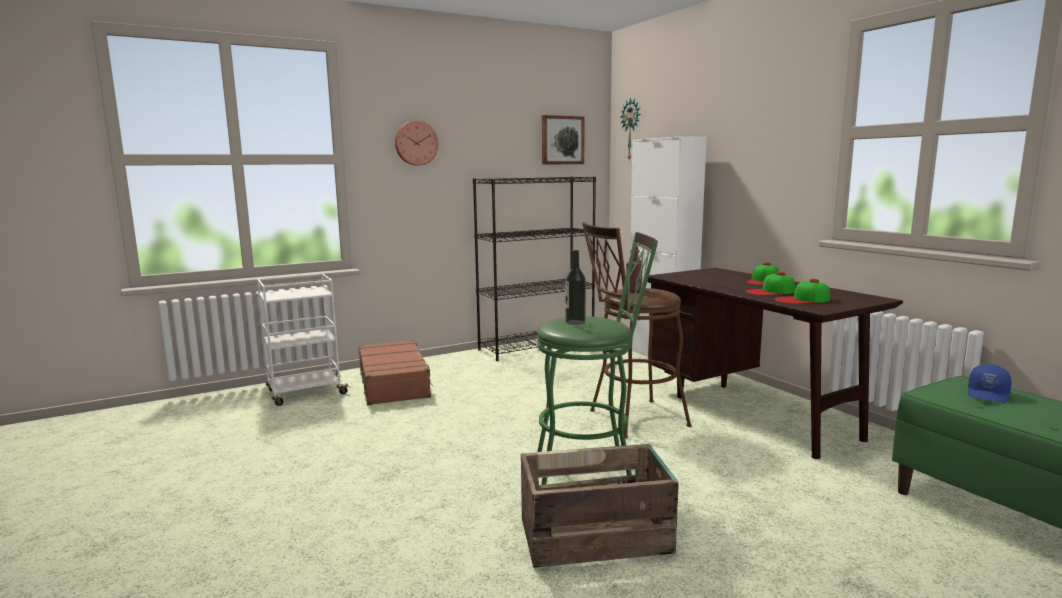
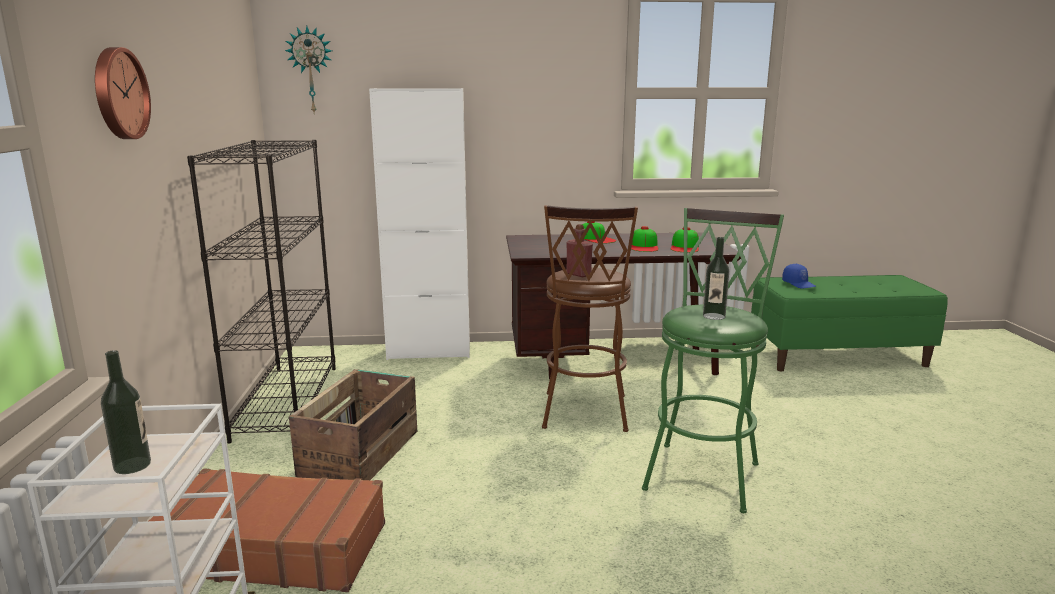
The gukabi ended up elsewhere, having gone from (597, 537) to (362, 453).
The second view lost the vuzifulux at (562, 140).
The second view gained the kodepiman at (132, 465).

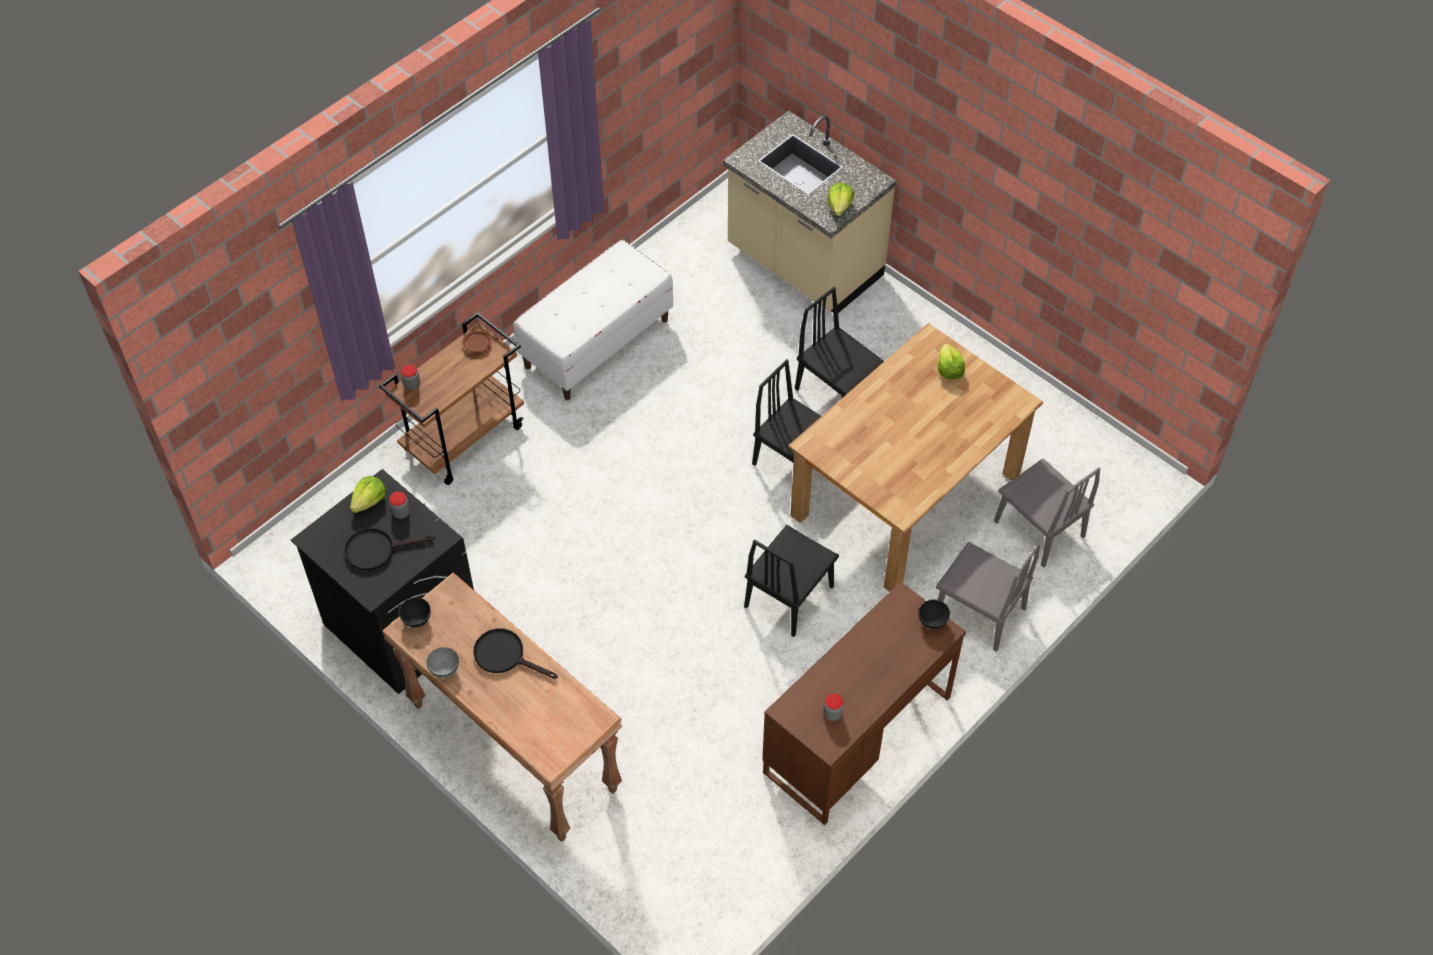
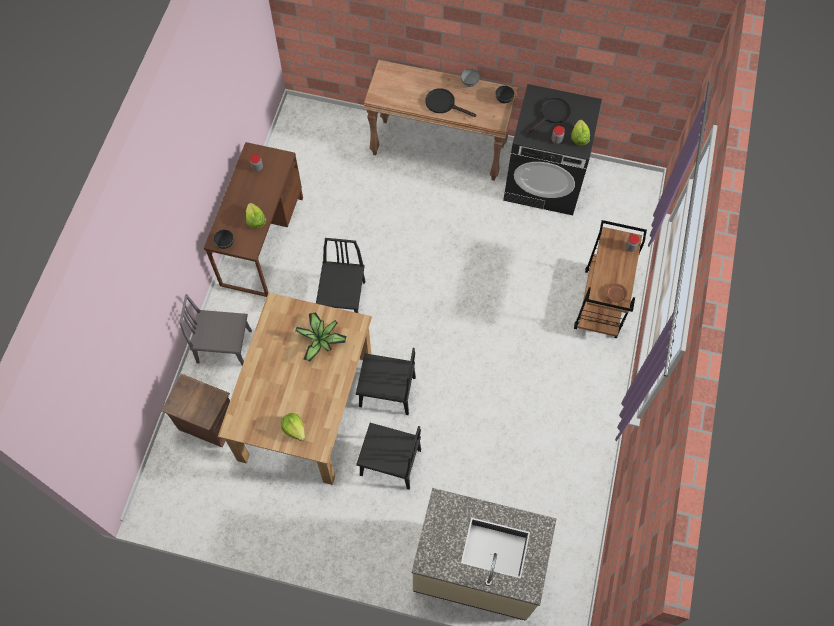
The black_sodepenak at (506, 656) ended up facing another way, 150 degrees counterclockwise from before.
The second view lost the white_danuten at (596, 343).
The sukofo ended up elsewhere, having gone from (839, 206) to (255, 220).
Where the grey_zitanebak stood at (1039, 529), the gukabi came to stand at (209, 424).
The second view gained the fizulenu at (321, 340).

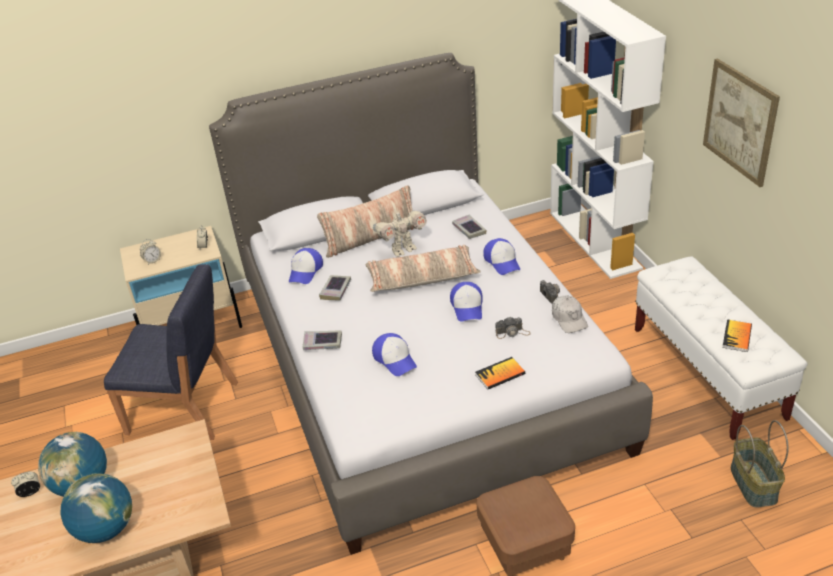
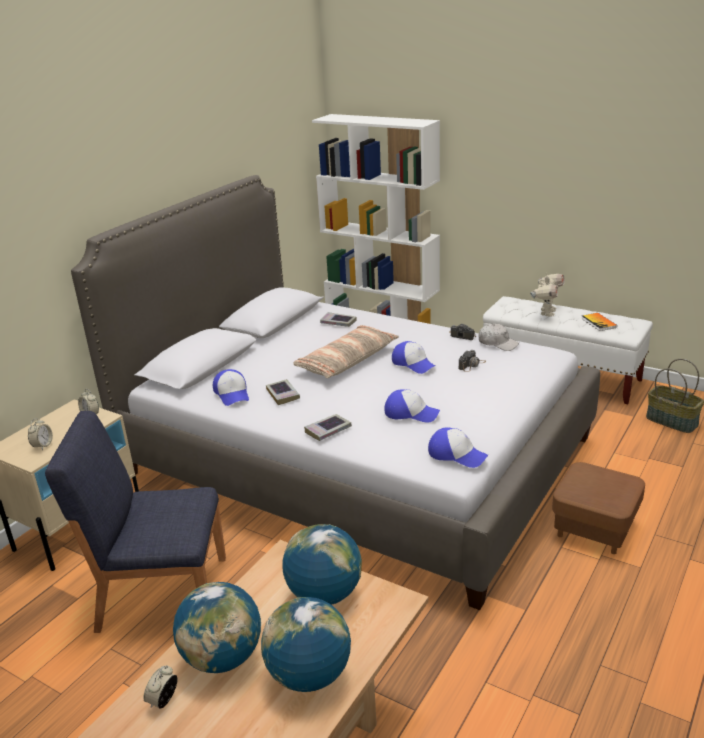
The blue_zitanebak at (184, 408) ended up facing another way, 150 degrees counterclockwise from before.
The second view lost the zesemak at (371, 238).
The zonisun ended up elsewhere, having gone from (402, 250) to (546, 312).
The second view lost the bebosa at (500, 374).
The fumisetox ended up elsewhere, having gone from (502, 261) to (457, 454).
The second view lost the vuzifulux at (740, 122).
The second view gained the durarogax at (324, 594).

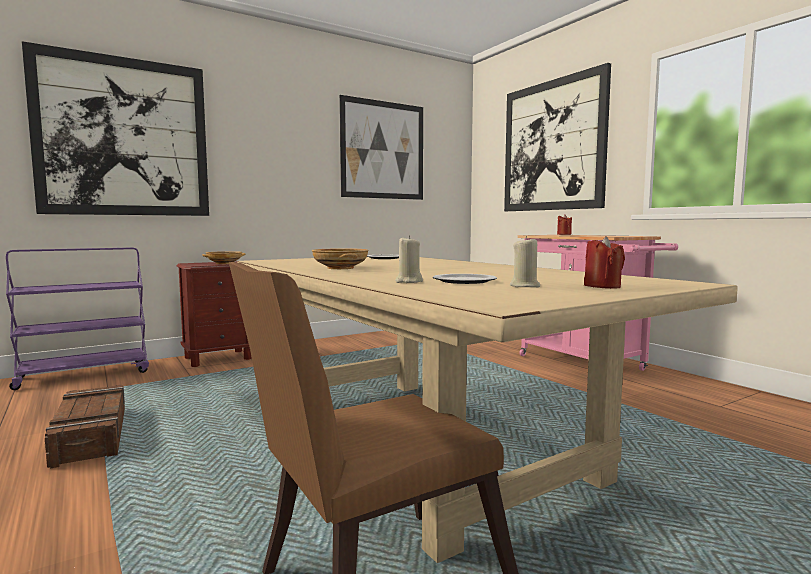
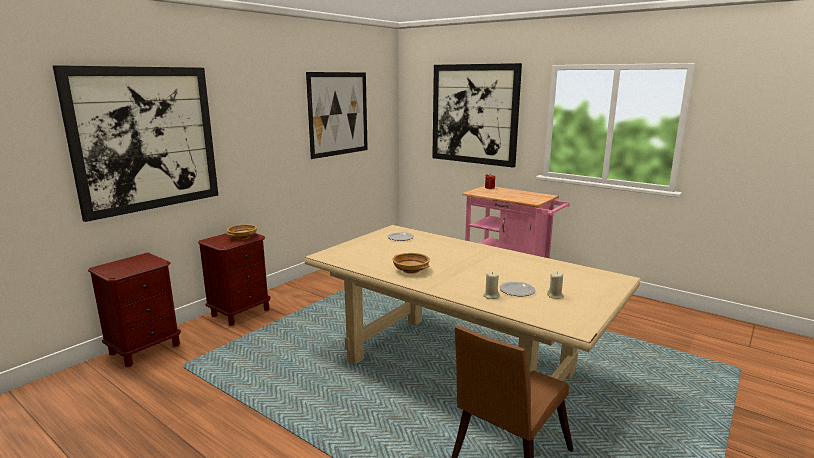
Where the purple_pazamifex stood at (85, 374), the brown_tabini came to stand at (145, 349).
The second view lost the gukabi at (90, 435).
The second view lost the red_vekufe at (602, 286).

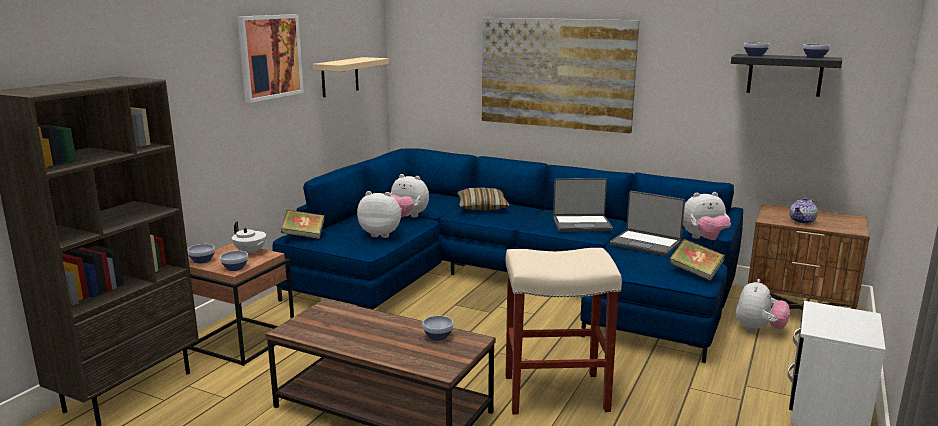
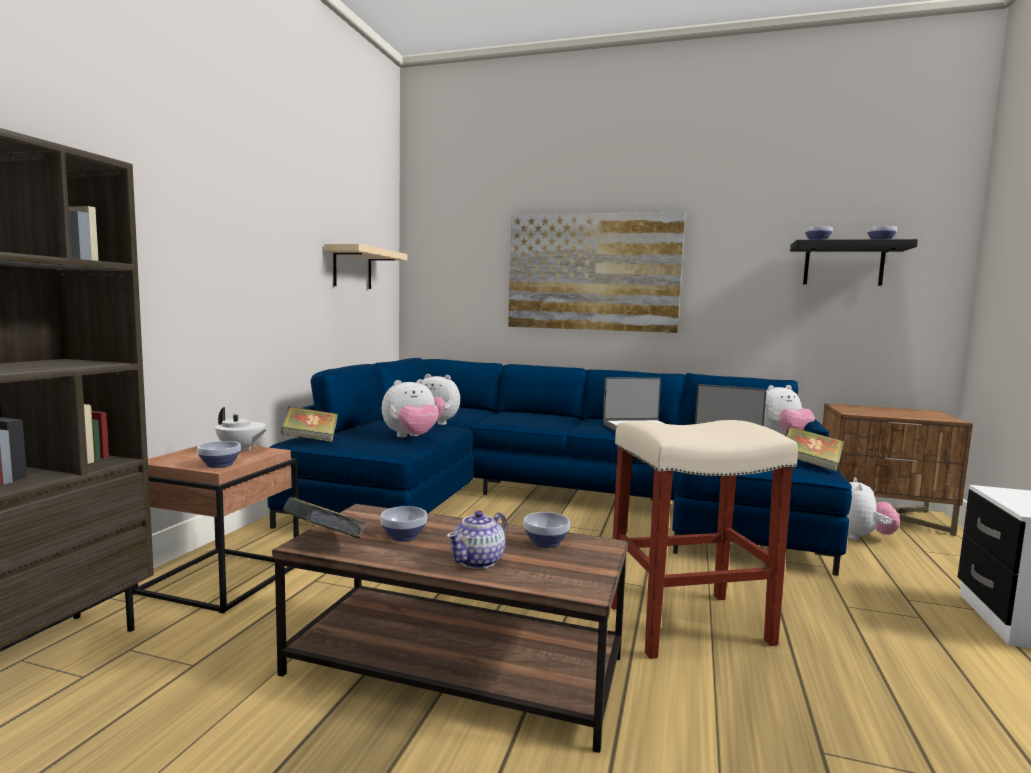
The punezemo ended up elsewhere, having gone from (201, 261) to (403, 537).
The second view lost the vuzifulux at (270, 56).
The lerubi at (381, 234) ended up facing another way, 150 degrees clockwise from before.
The second view lost the zesemak at (482, 207).
The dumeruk ended up elsewhere, having gone from (802, 221) to (478, 561).
The second view gained the bebosa at (324, 543).

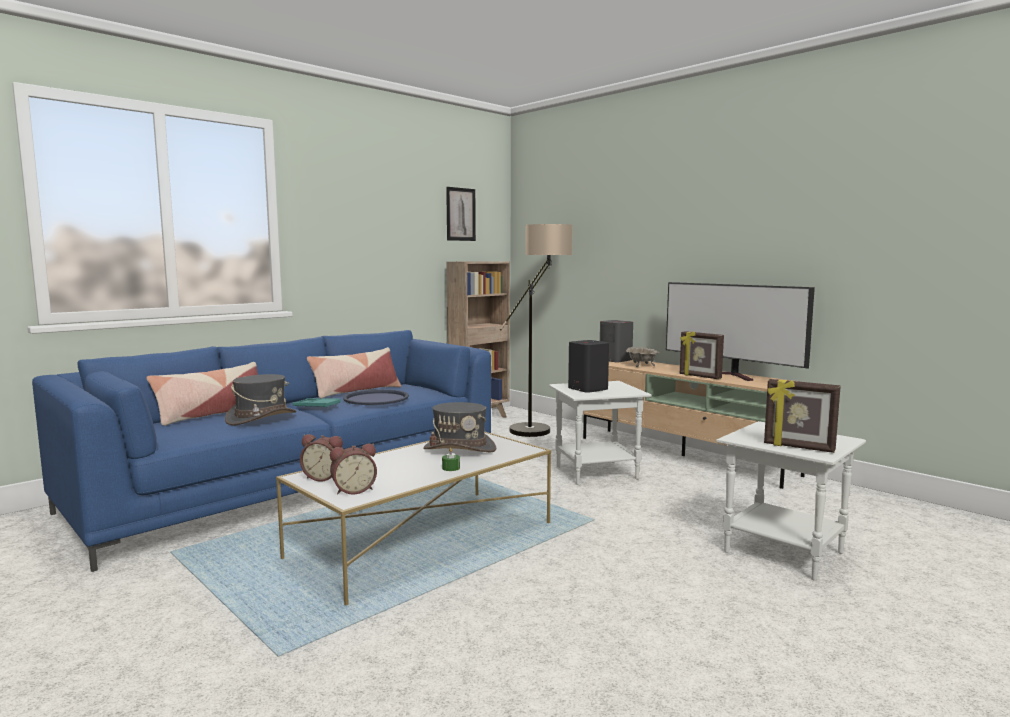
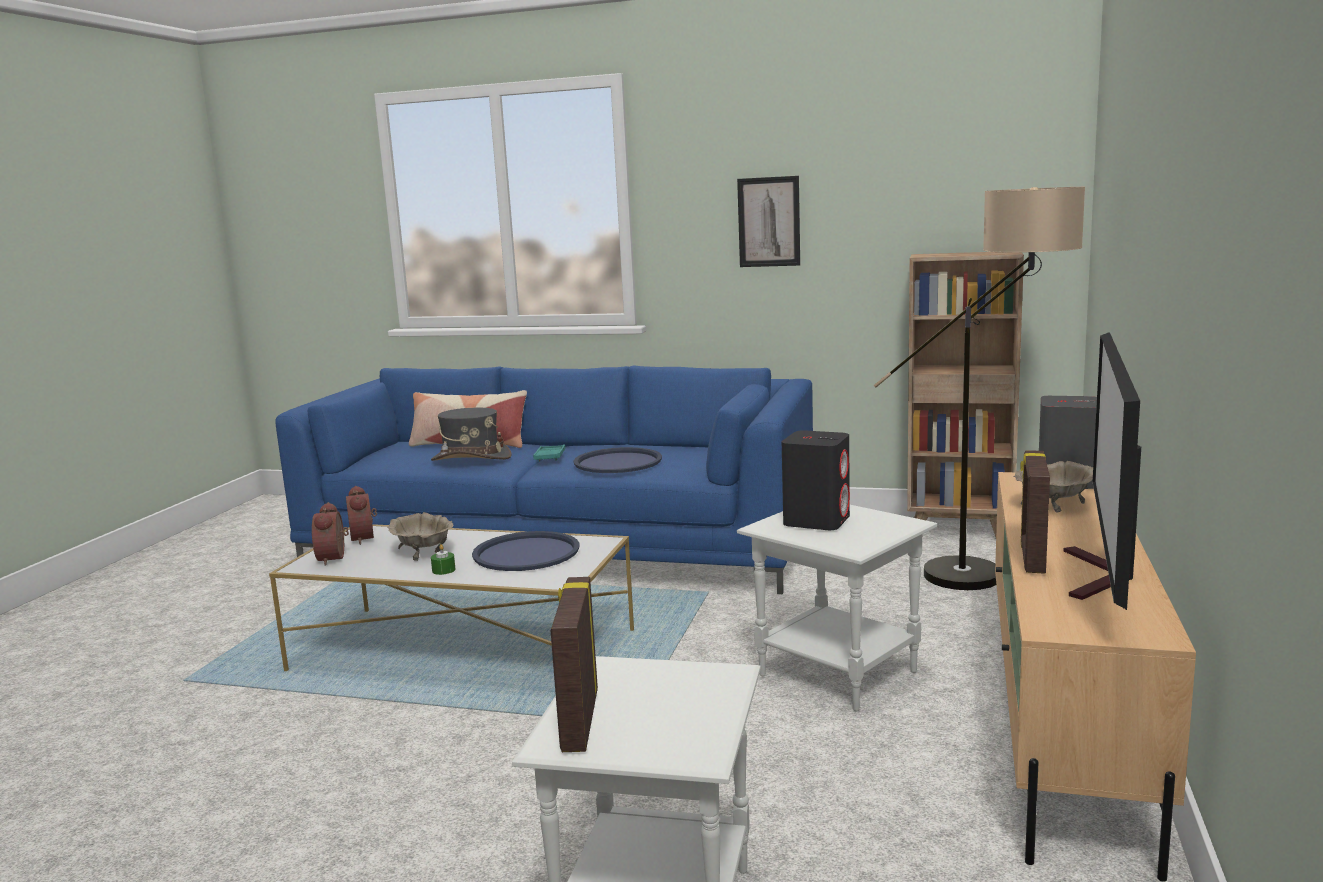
The second view lost the zesemak at (356, 391).
The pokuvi at (353, 490) ended up facing another way, 45 degrees clockwise from before.
Where the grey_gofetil stood at (460, 449), the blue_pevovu came to stand at (526, 553).
The vuzifulux ended up elsewhere, having gone from (460, 214) to (769, 222).
The second view gained the beige_punezemo at (424, 552).

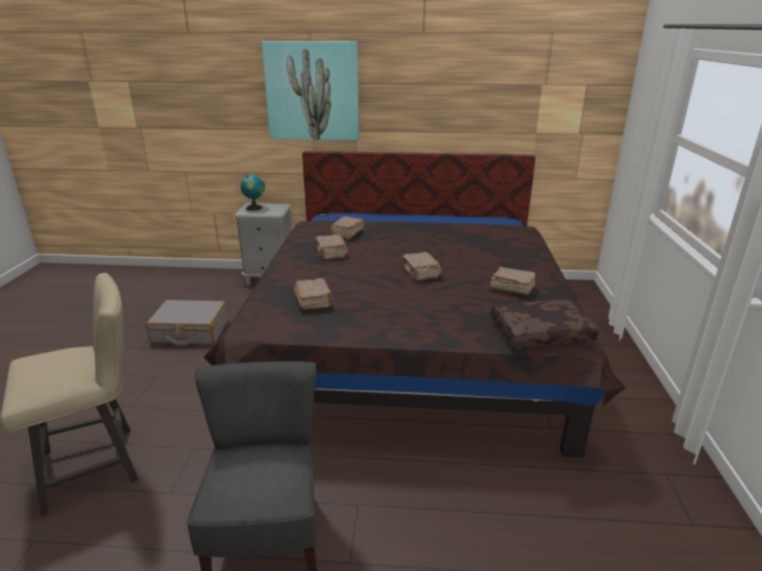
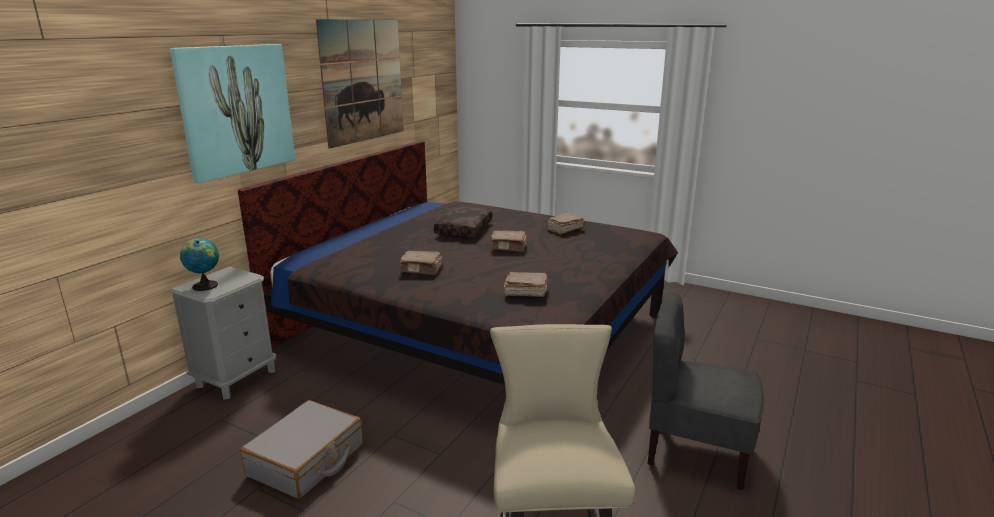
The second view lost the brown_bebosa at (346, 233).
The brown_zesemak ended up elsewhere, having gone from (541, 332) to (463, 229).
The second view gained the vuzifulux at (363, 81).

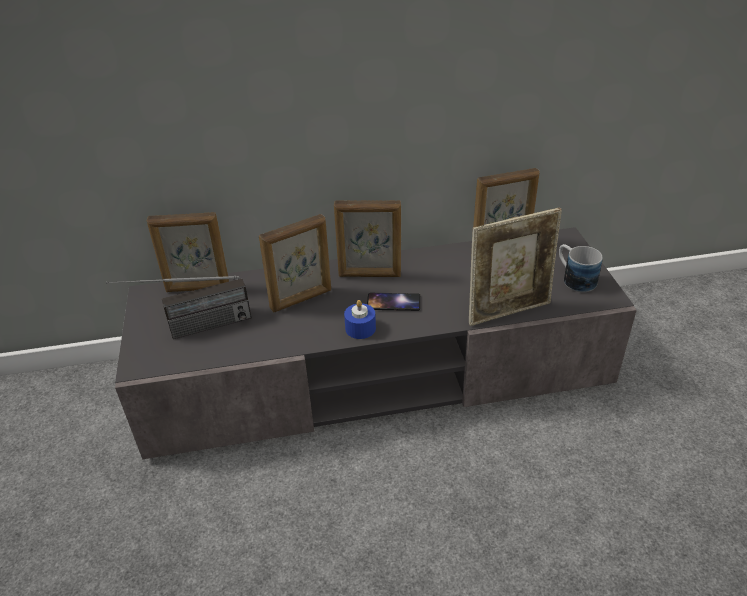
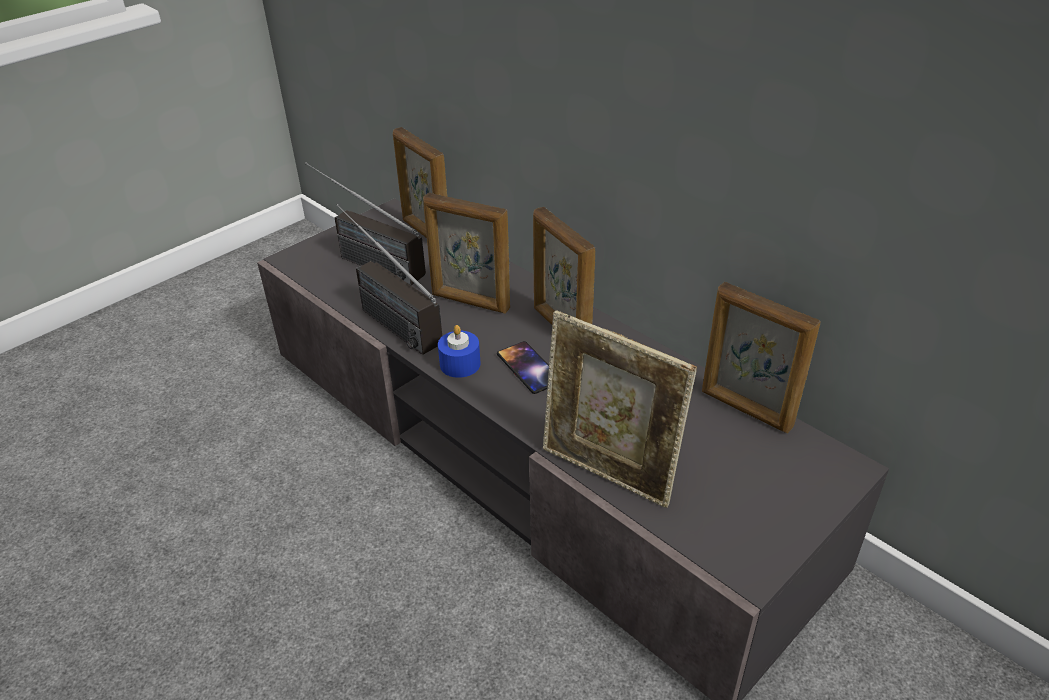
The second view lost the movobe at (574, 279).
The second view gained the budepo at (383, 316).

